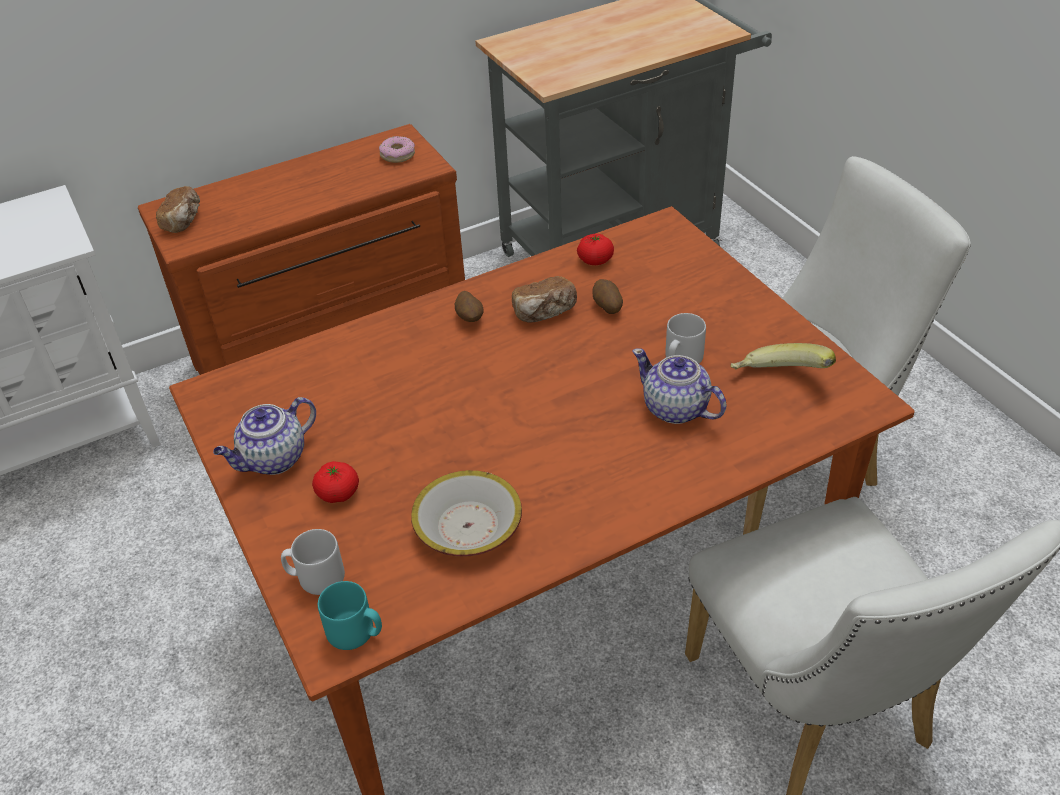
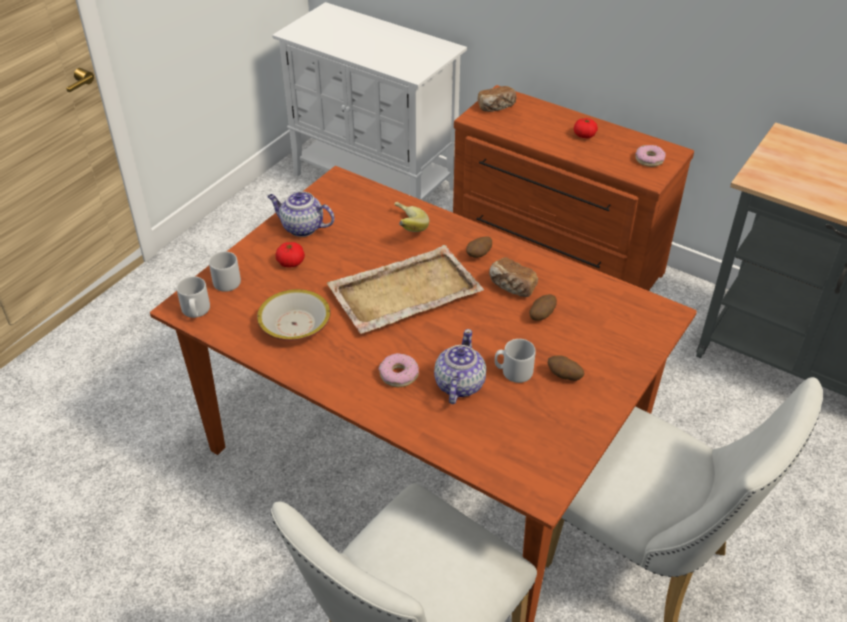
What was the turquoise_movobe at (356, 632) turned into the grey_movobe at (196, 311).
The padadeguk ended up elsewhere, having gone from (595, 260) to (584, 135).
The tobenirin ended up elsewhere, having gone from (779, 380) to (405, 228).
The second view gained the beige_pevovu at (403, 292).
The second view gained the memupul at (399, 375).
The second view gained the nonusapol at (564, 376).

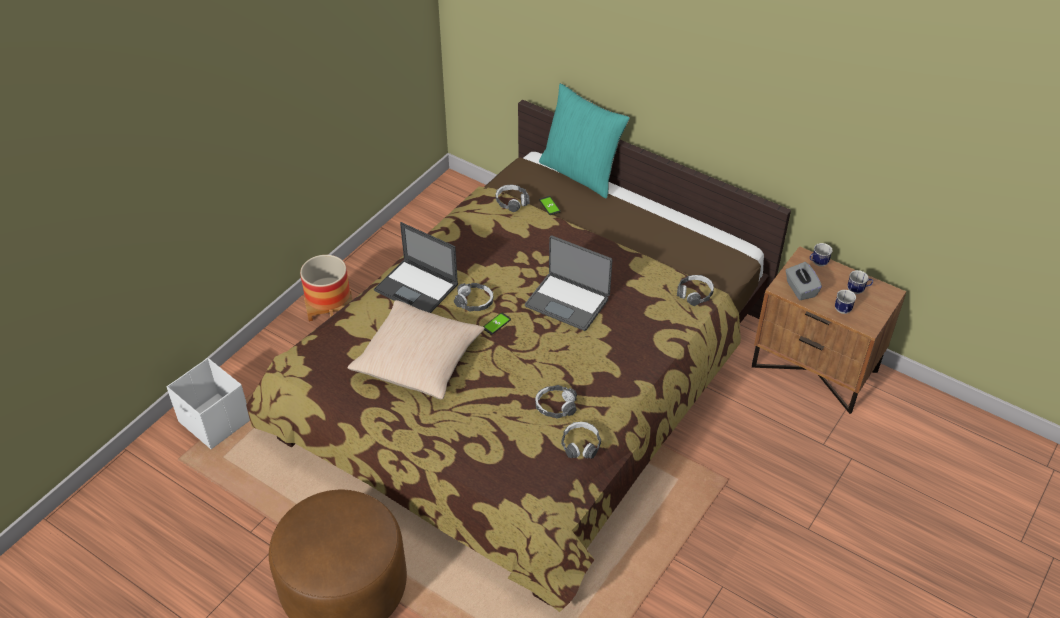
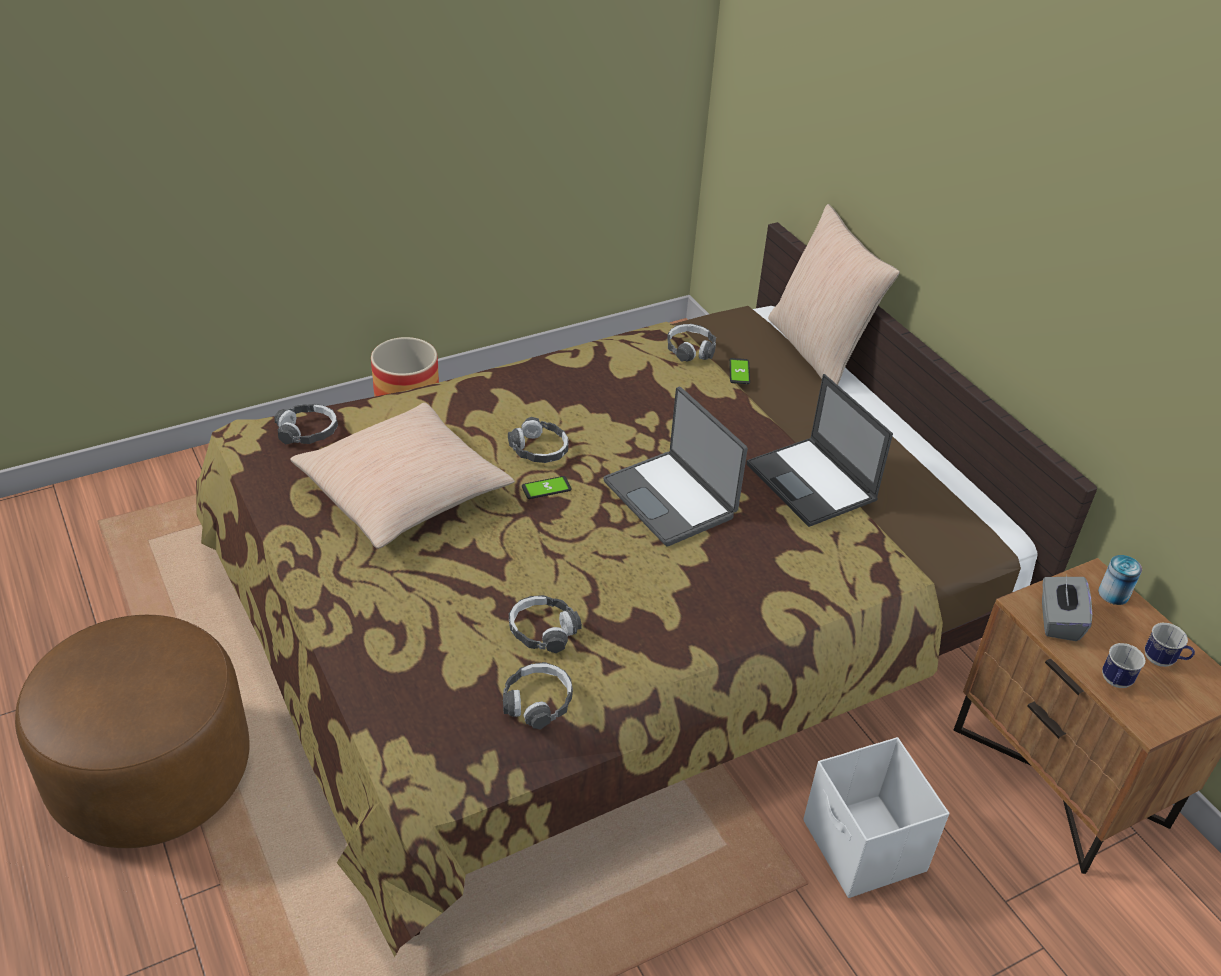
The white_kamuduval ended up elsewhere, having gone from (215, 422) to (863, 848).
The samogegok ended up elsewhere, having gone from (417, 288) to (812, 483).
What was the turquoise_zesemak at (581, 173) turned into the beige_zesemak at (819, 350).
The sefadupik ended up elsewhere, having gone from (695, 293) to (307, 431).
Where the movobe stood at (817, 263), the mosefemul came to stand at (1113, 594).

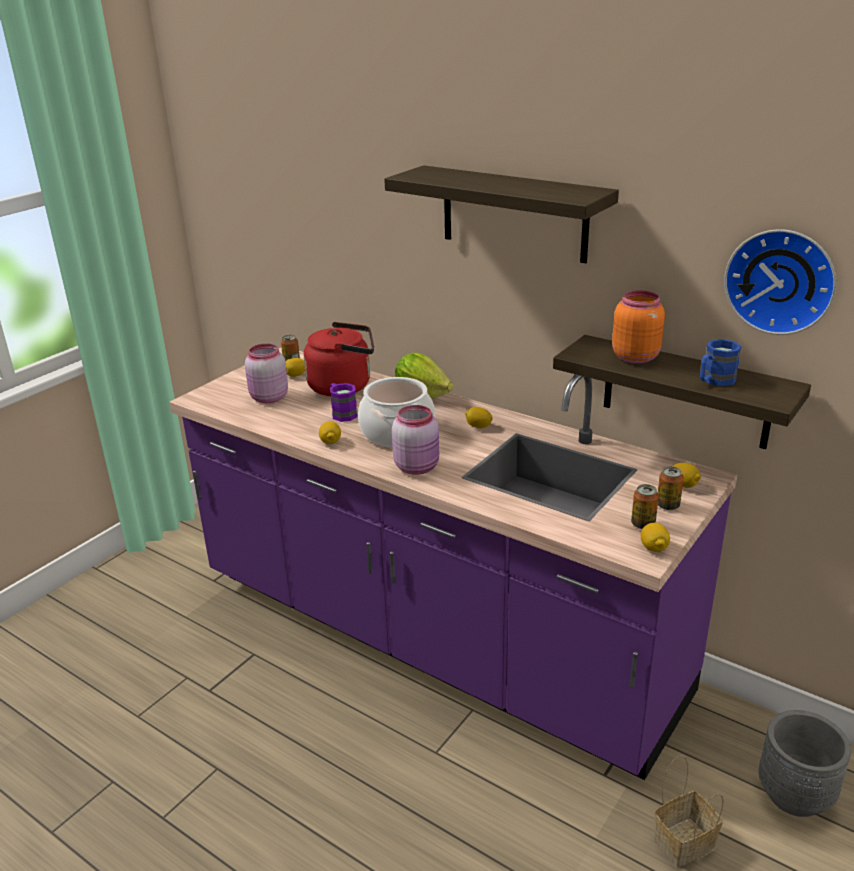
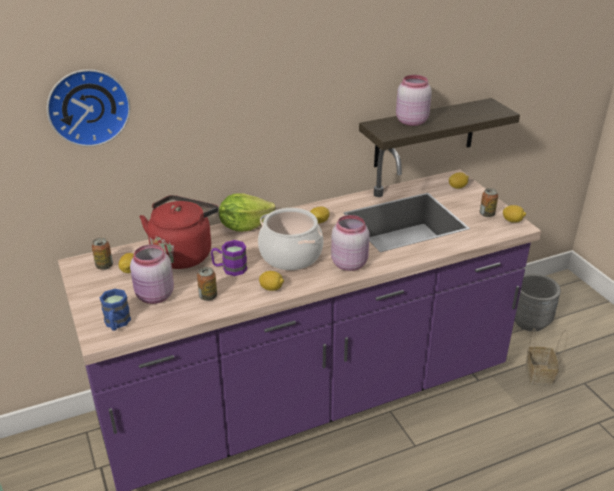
The second view lost the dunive at (514, 213).
What was the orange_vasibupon at (635, 356) turned into the pink_vasibupon at (410, 121).
The mosefemul ended up elsewhere, having gone from (667, 505) to (208, 296).
The blue_movobe ended up elsewhere, having gone from (714, 381) to (117, 324).
The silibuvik ended up elsewhere, having gone from (781, 280) to (88, 106).

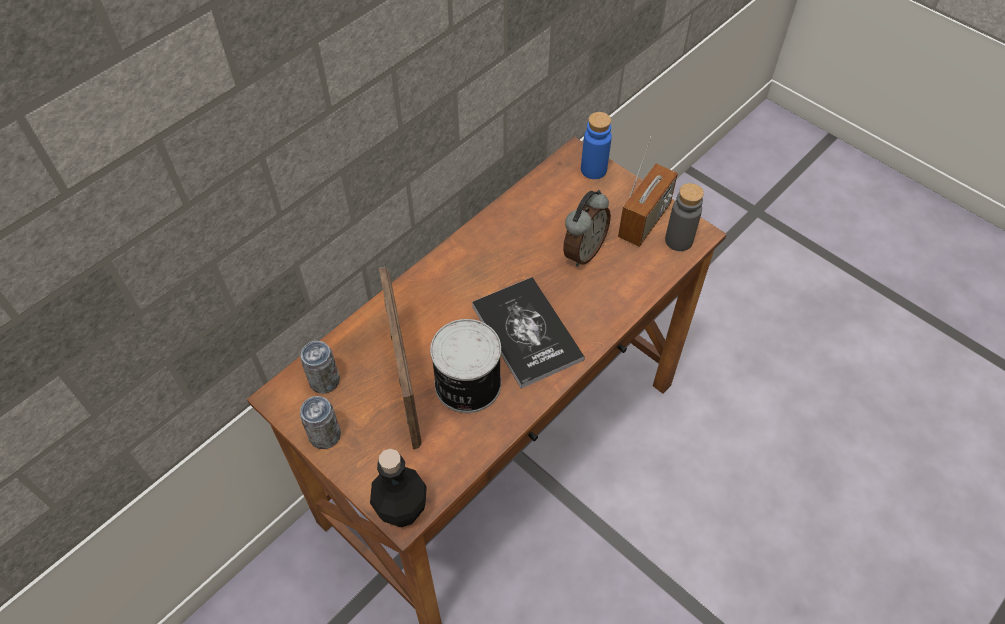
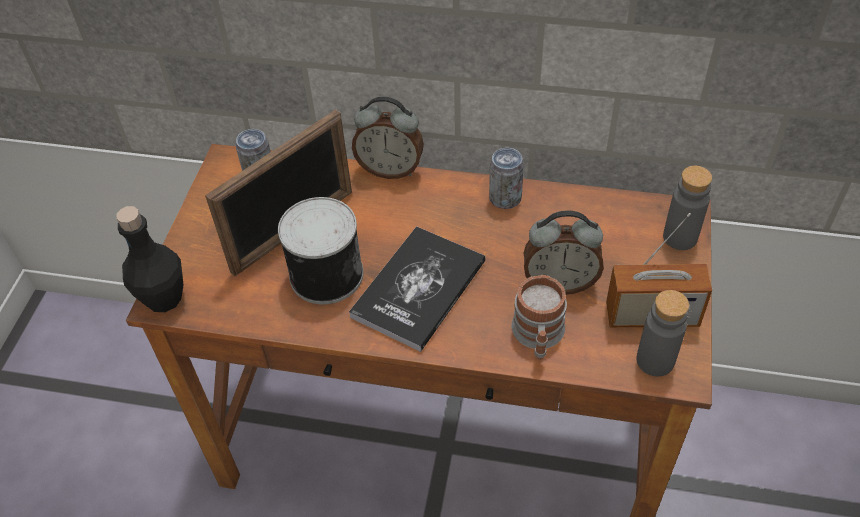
The mosefemul ended up elsewhere, having gone from (325, 435) to (505, 198).
What was the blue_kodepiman at (593, 169) turned into the grey_kodepiman at (680, 237).
The second view gained the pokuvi at (390, 169).
The second view gained the movobe at (538, 336).

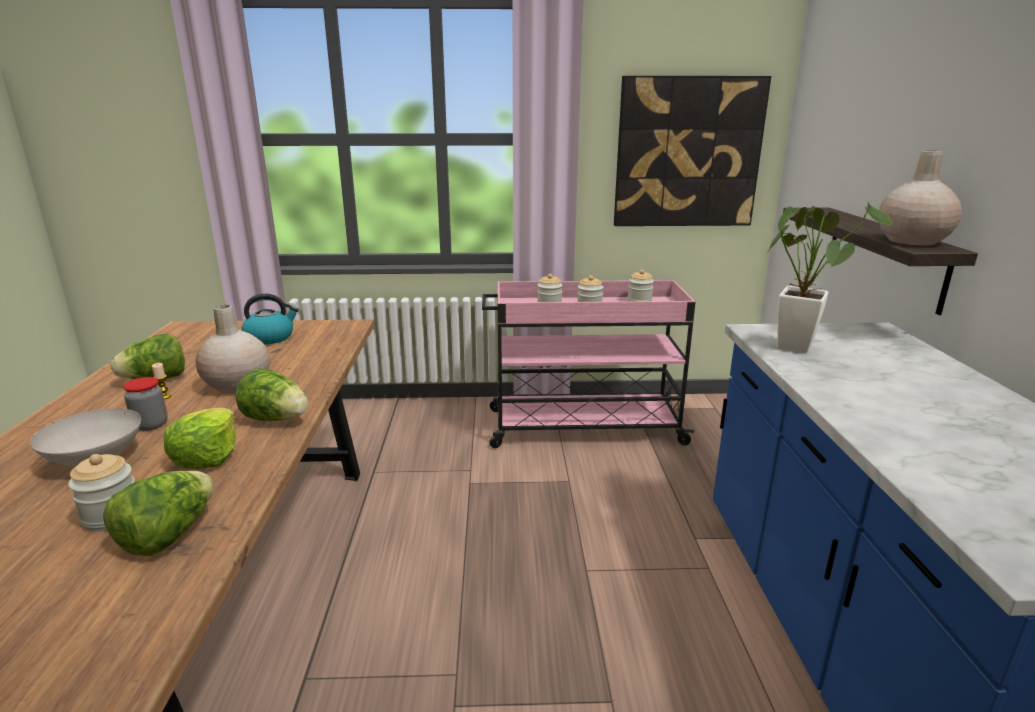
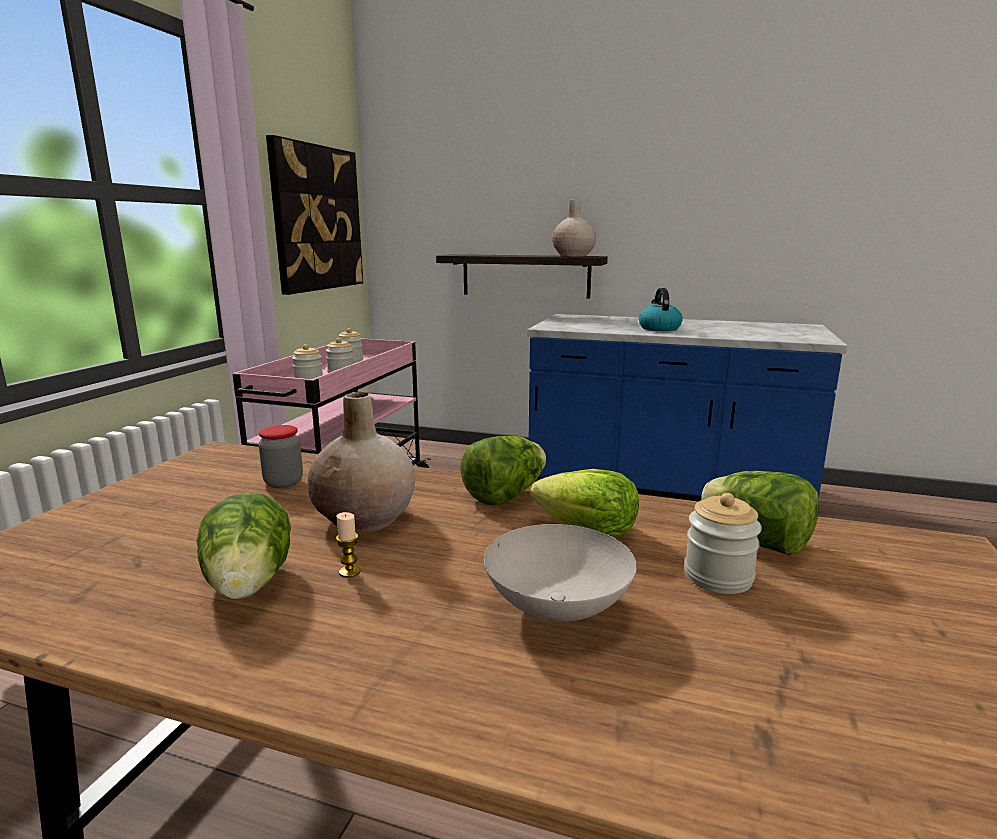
The vasibupon ended up elsewhere, having gone from (151, 425) to (283, 482).
The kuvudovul ended up elsewhere, having gone from (270, 338) to (659, 328).
The second view lost the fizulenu at (796, 344).

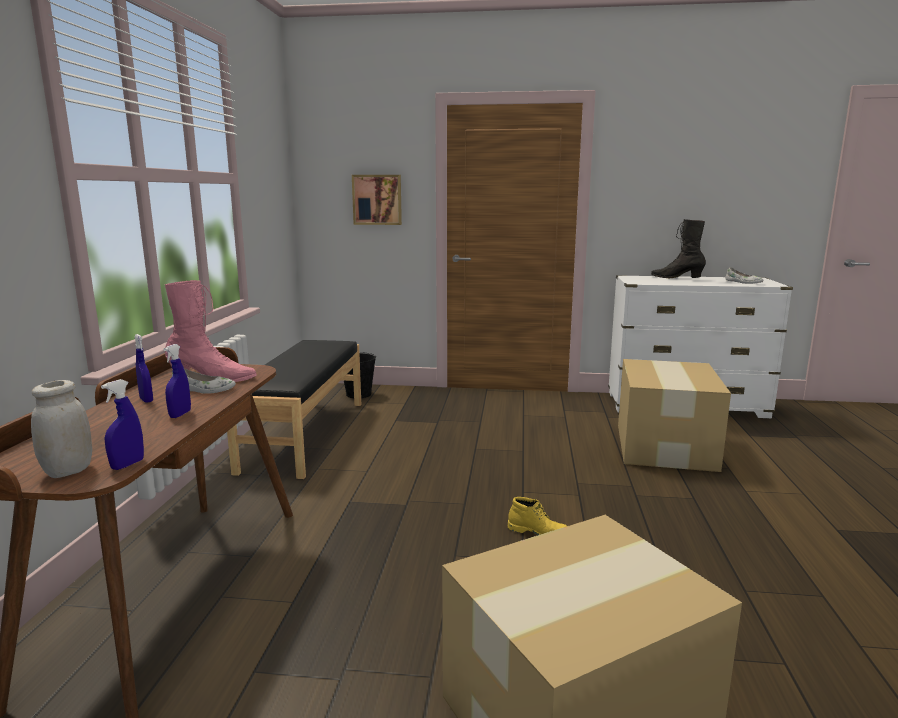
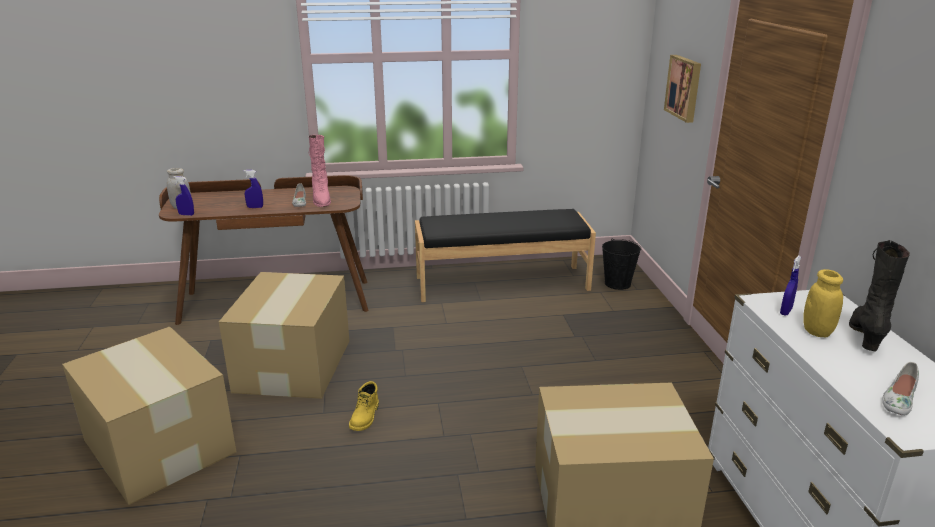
The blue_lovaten ended up elsewhere, having gone from (146, 400) to (785, 311).
The second view gained the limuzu at (295, 364).
The second view gained the yellow_vasibupon at (817, 331).

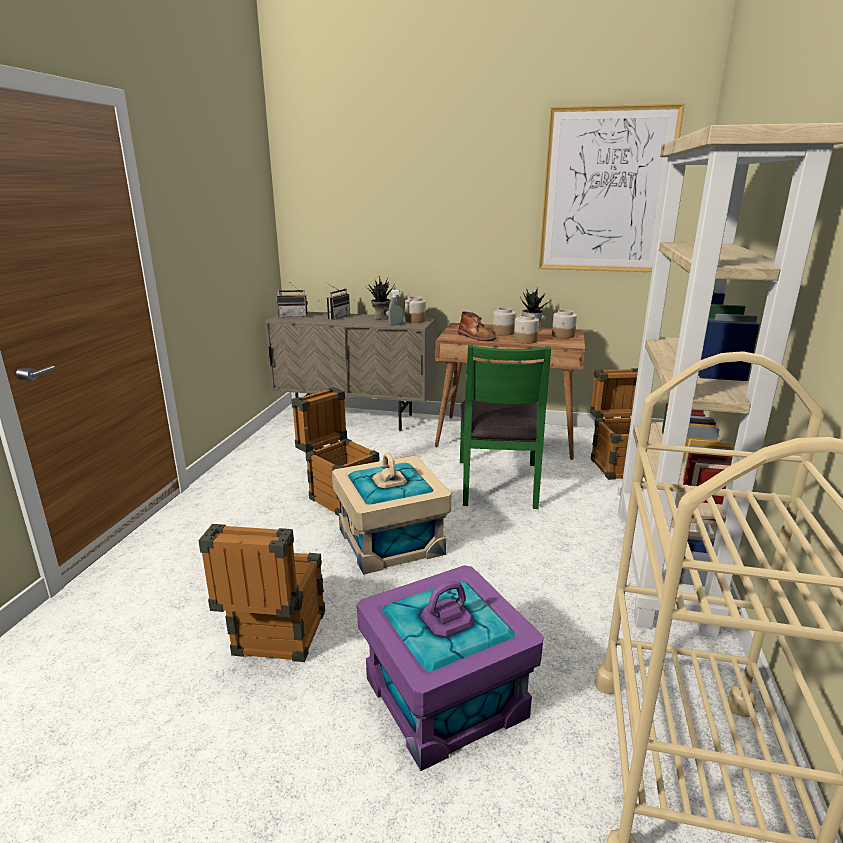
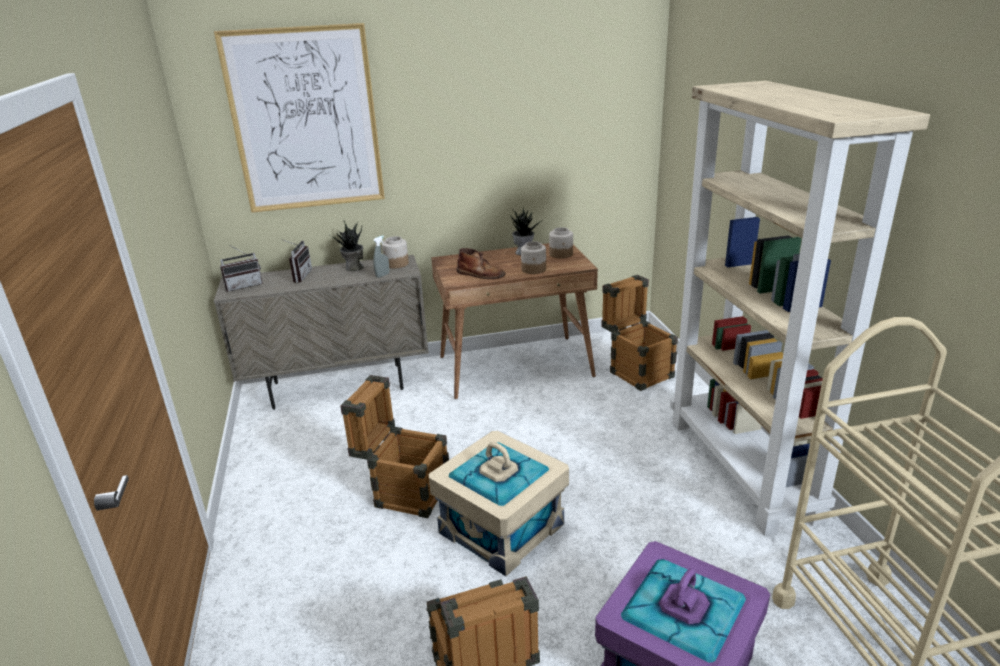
The second view lost the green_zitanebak at (498, 483).
The second view lost the vasibupon at (503, 333).
The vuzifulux ended up elsewhere, having gone from (606, 191) to (305, 120).

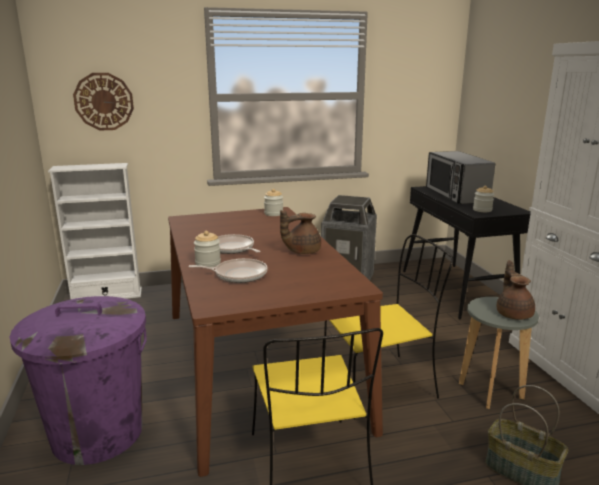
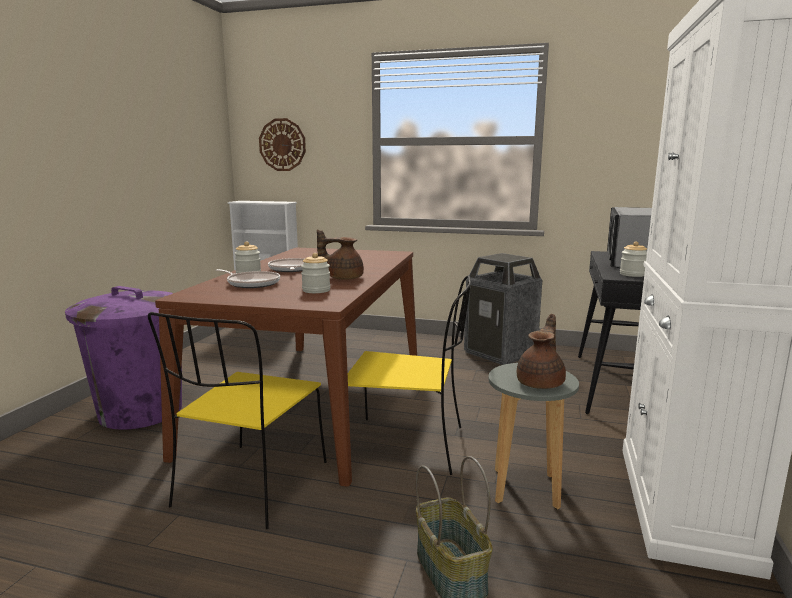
The vasibupon ended up elsewhere, having gone from (273, 214) to (316, 290).

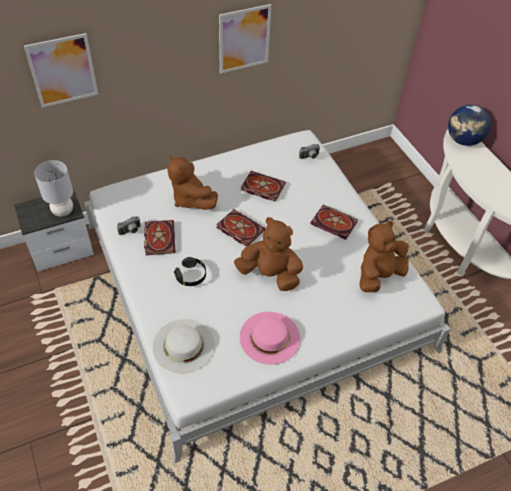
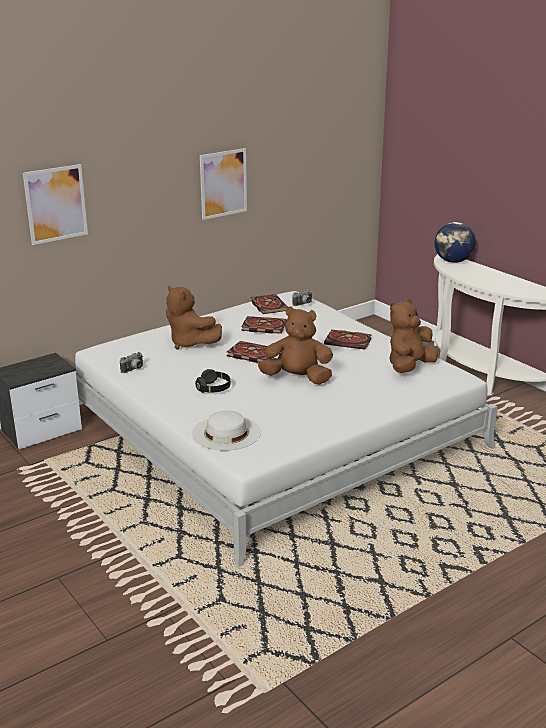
The second view lost the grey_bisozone at (63, 211).
The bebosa ended up elsewhere, having gone from (159, 238) to (268, 305).
The second view lost the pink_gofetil at (270, 337).

